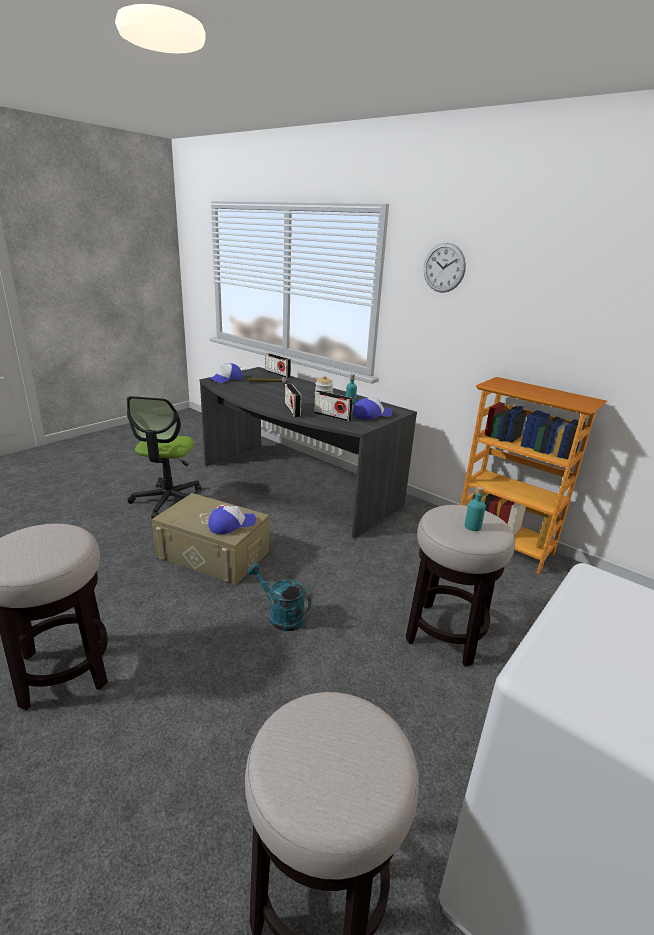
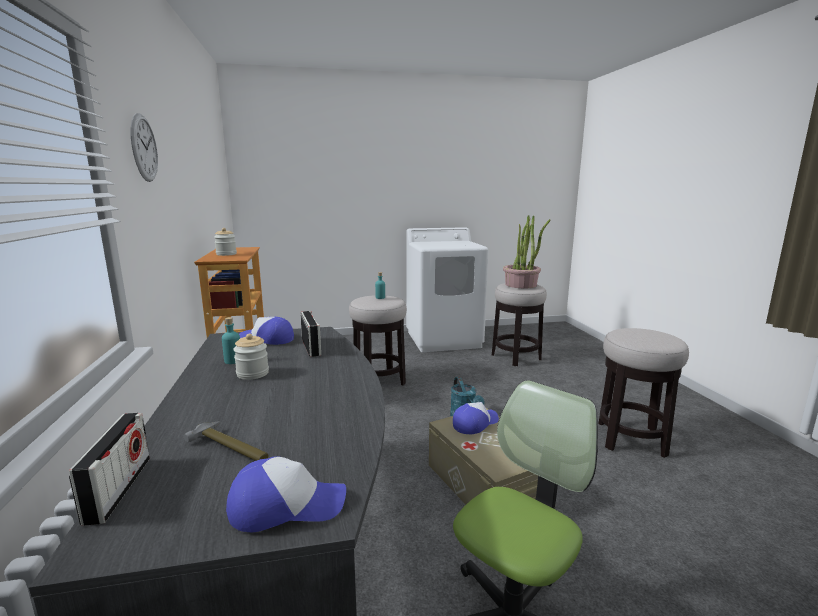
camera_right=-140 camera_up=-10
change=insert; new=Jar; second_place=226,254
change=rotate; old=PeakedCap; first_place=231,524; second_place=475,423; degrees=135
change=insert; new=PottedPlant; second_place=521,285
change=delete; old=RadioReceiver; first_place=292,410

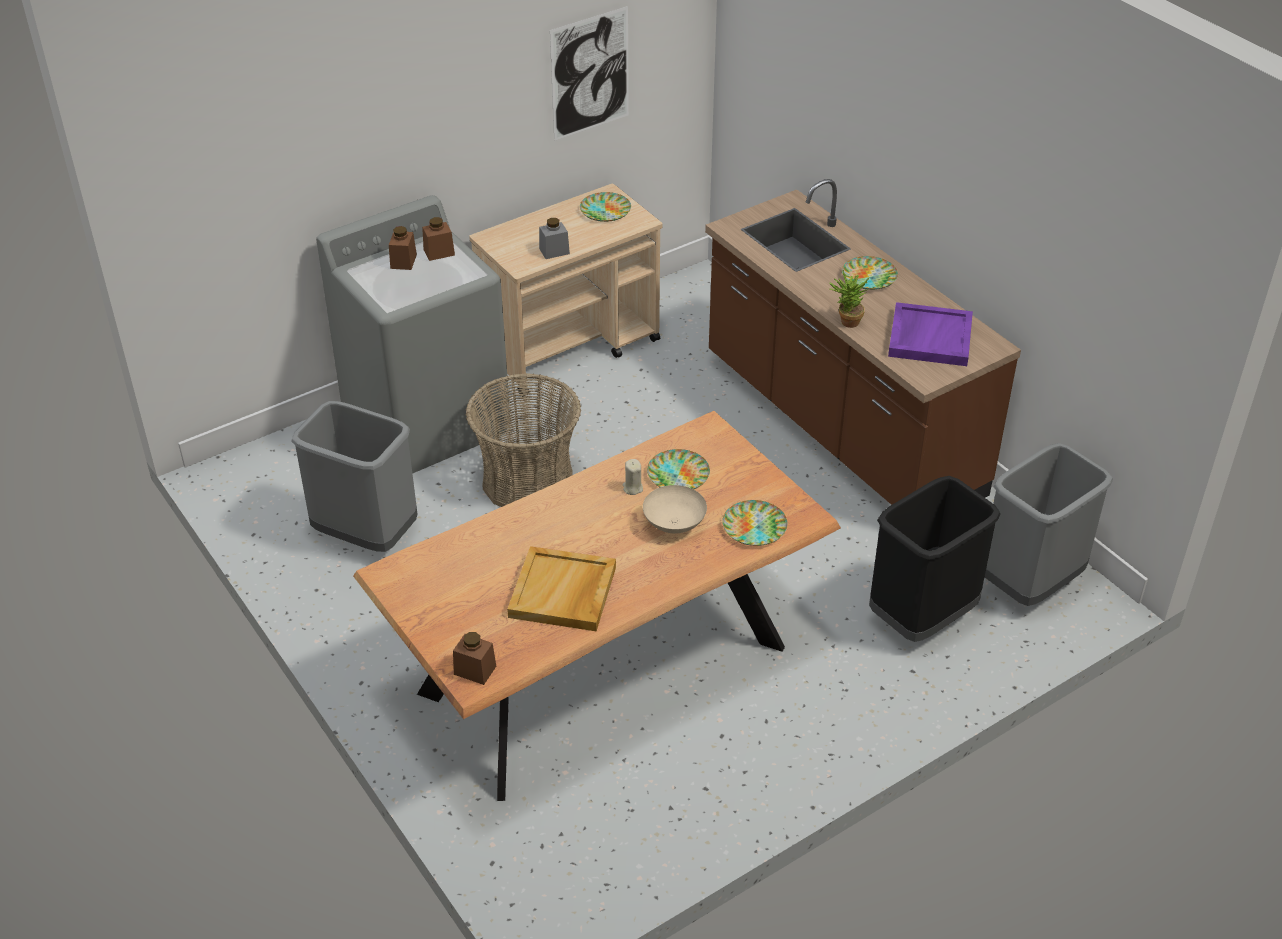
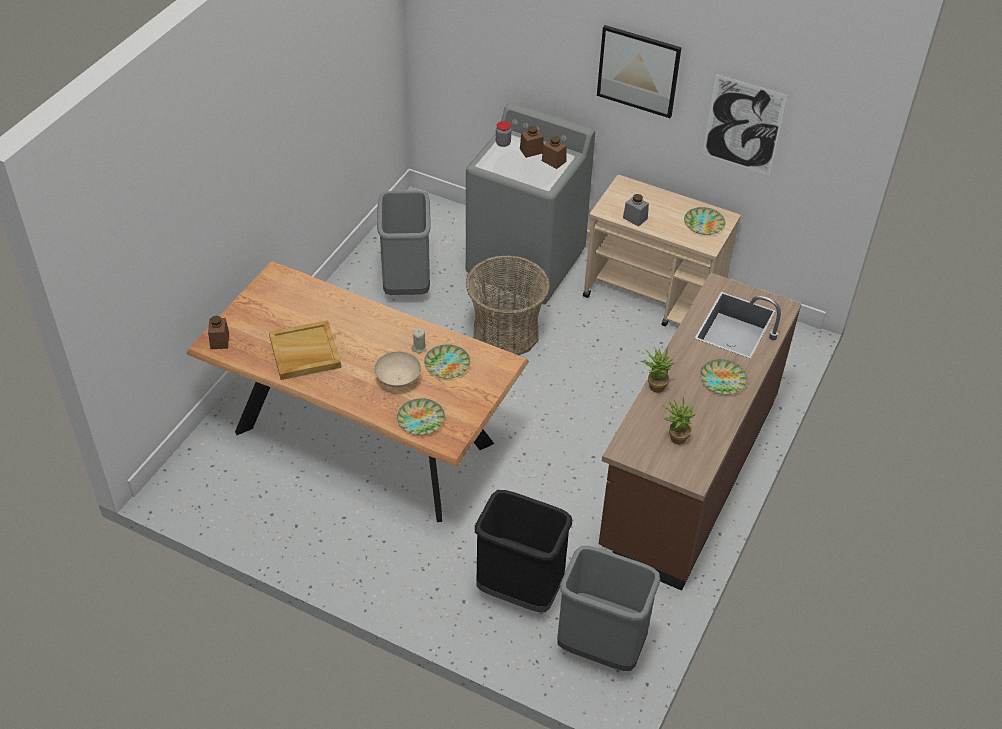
camera_right=60 camera_up=5
change=insert; new=Jar; second_place=503,143
change=insert; new=WallPicture; second_place=638,71
change=replace; old=PurpleColouredServingTray; new=PottedPlant; first_place=929,337; second_place=675,437

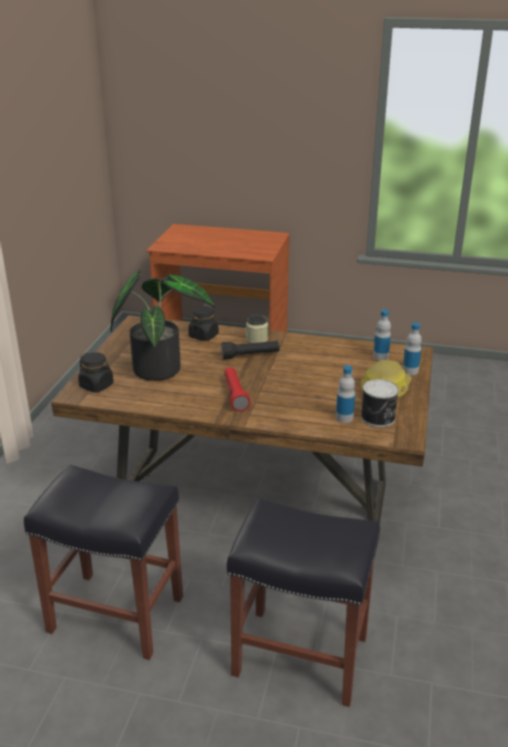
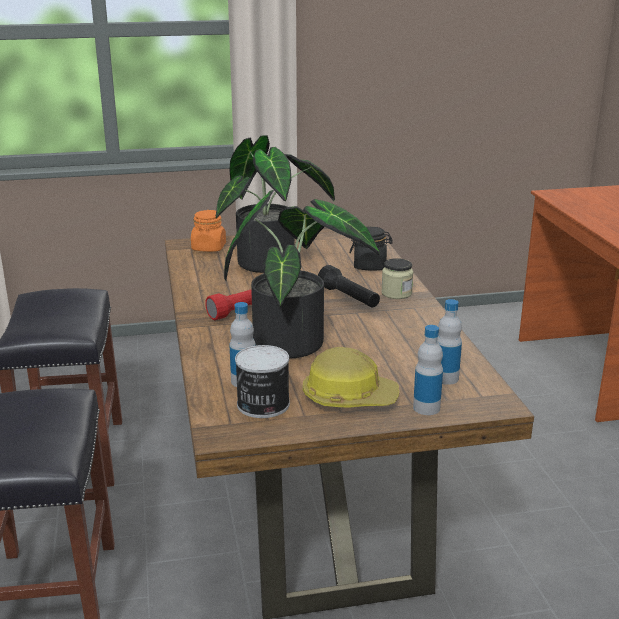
camera_right=65 camera_up=-5
change=recolor; old=BlackishJar; new=OrangeColouredJar; first_place=97,386; second_place=209,248
change=insert; new=PottedPlant; second_place=295,340

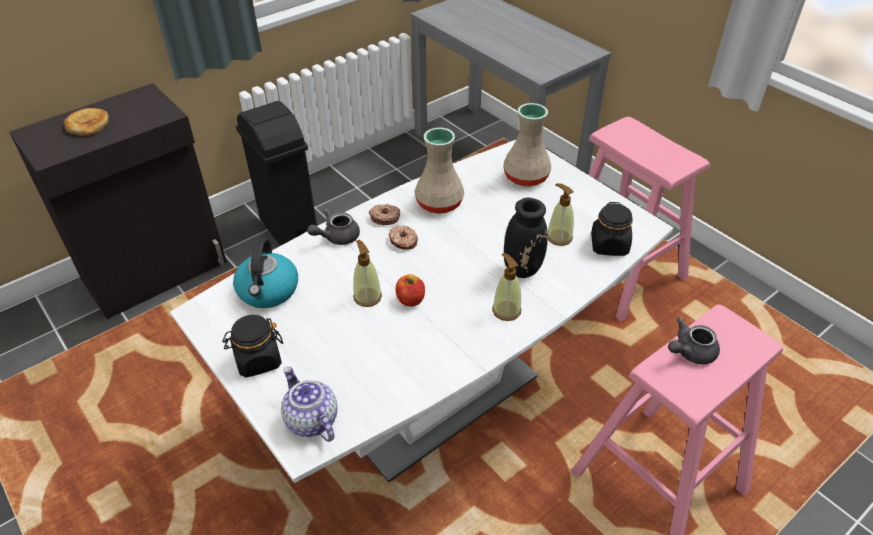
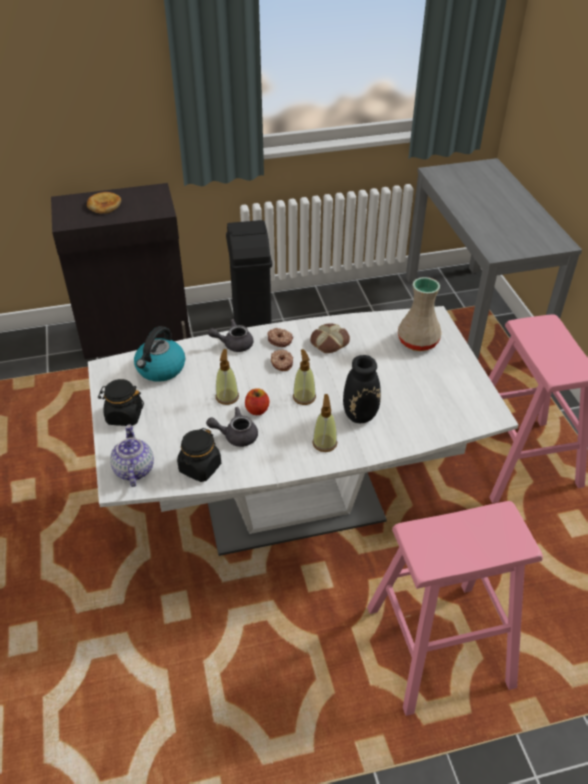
camera_right=25 camera_up=0
change=move; old=BlackishJar; first_place=609,245; second_place=200,468
change=move; old=GreyTeapot; first_place=690,352; second_place=236,436
change=move; old=SoapDispenser; first_place=559,237; second_place=304,397
change=replace; old=BeigeColouredVase; new=Bread; first_place=438,203; second_place=329,342

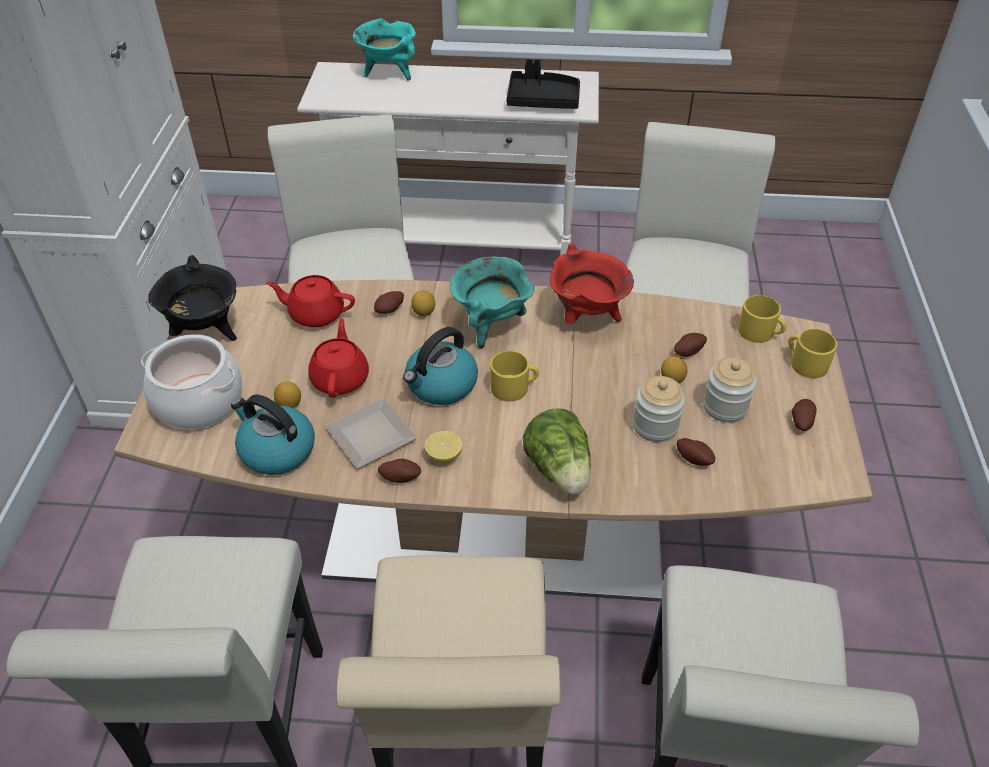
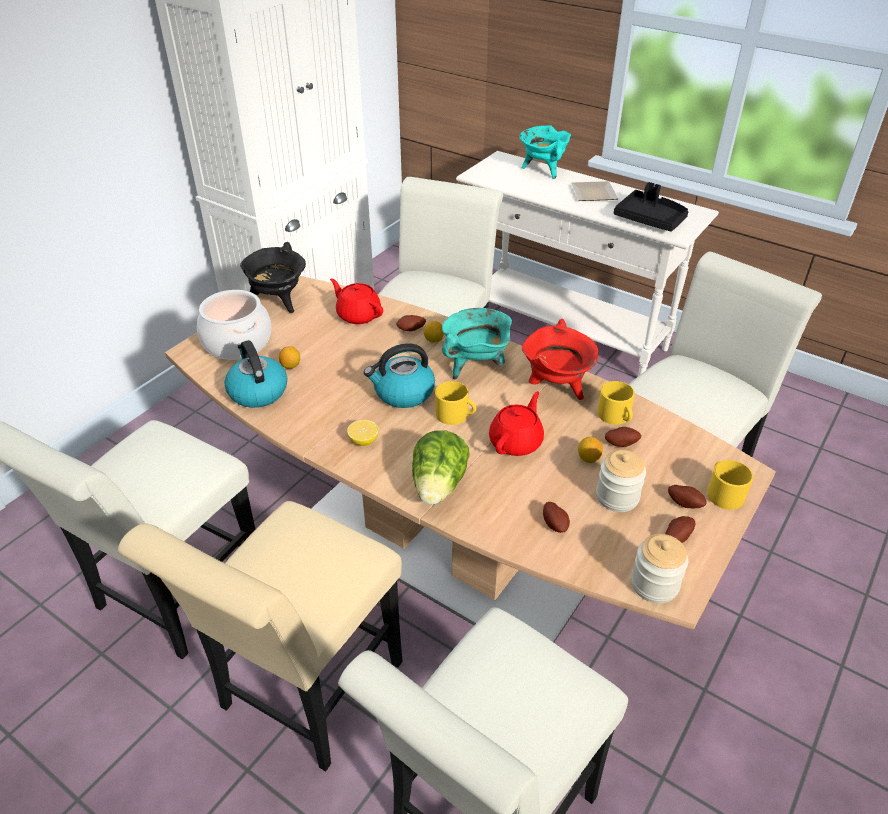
camera_right=30 camera_up=-5
change=move; old=RedTeapot; first_place=340,378; second_place=516,442
change=move; old=DinnerPlate; first_place=368,435; second_place=592,193
change=move; old=YellowCoffeeMug; first_place=760,332; second_place=616,416
change=move; old=Jar; first_place=655,425; second_place=654,584
change=move; old=Spud; first_place=400,477; second_place=685,503

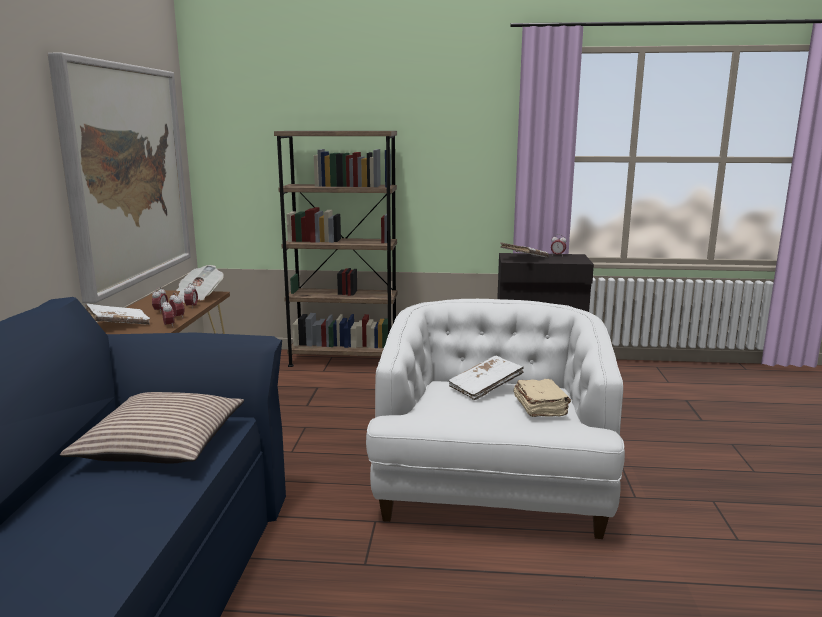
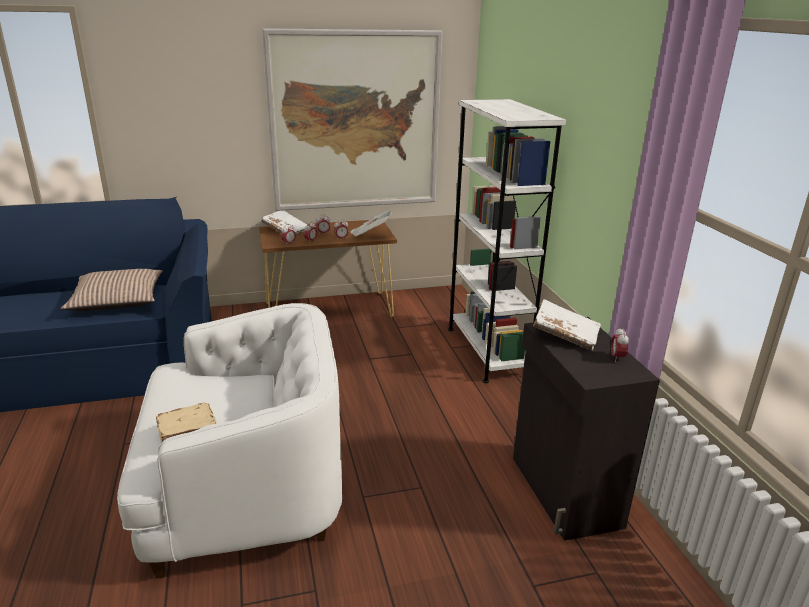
camera_right=70 camera_up=10
change=recolor; old=BrownBookshelf; new=WhitishBookshelf; first_place=343,360; second_place=487,351
change=delete; old=WhitishBook; first_place=485,388

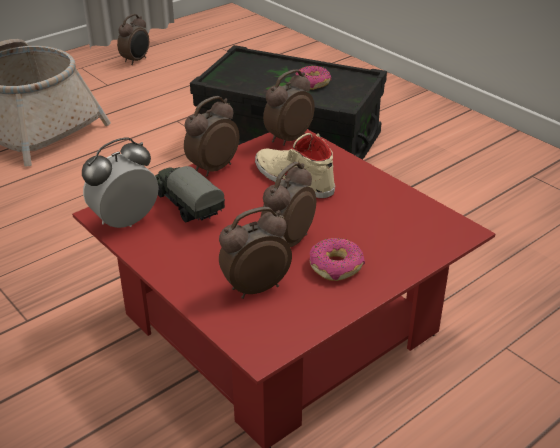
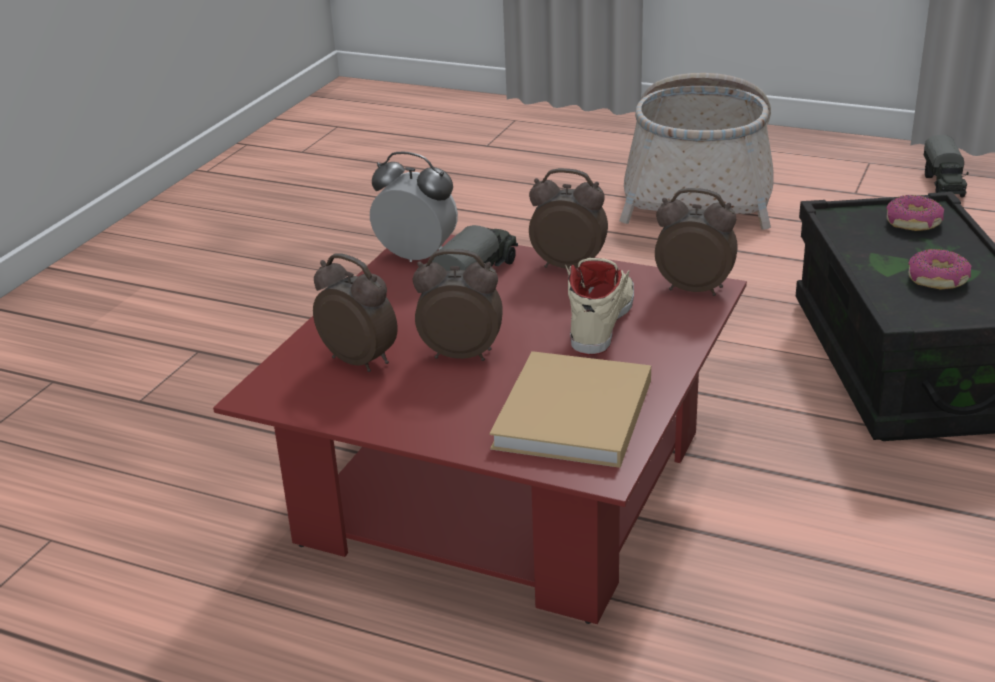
camera_right=65 camera_up=-5
change=insert; new=BeigeColouredBook; second_place=572,417
change=move; old=Doughnut; first_place=336,266; second_place=913,222
change=replace; old=BedsideClock; new=ModelTruck; first_place=136,60; second_place=943,185

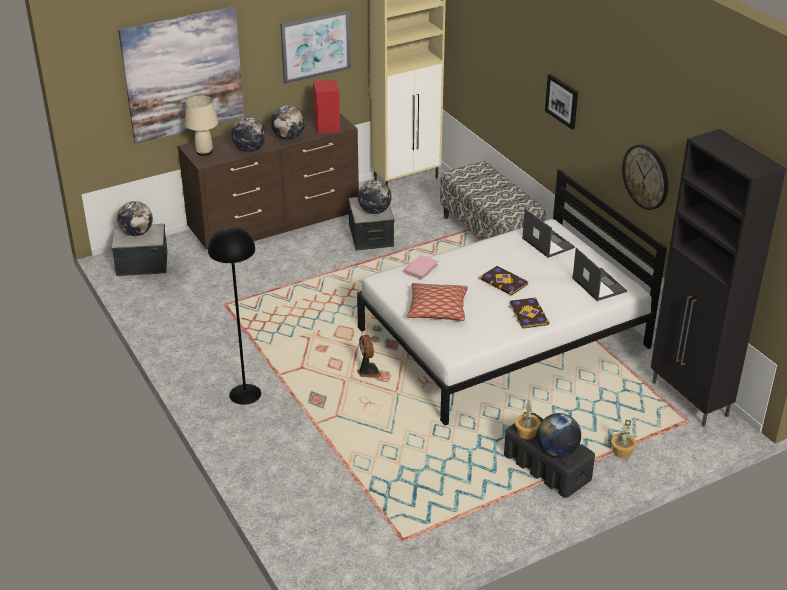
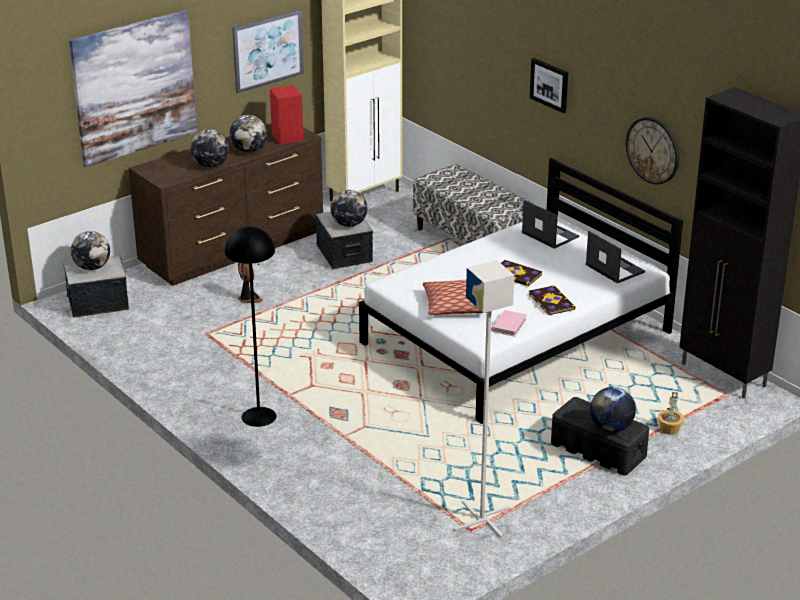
camera_right=-10 camera_up=-5
change=move; old=CoolingFan; first_place=368,372; second_place=249,298
change=insert; new=GreyStandardLamp; second_place=483,520
change=move; old=PinkBook; first_place=420,269; second_place=509,325
change=delete; old=BeigeColouredTabletopLamp; first_place=204,152
change=delete; old=PottedPlant; first_place=526,433

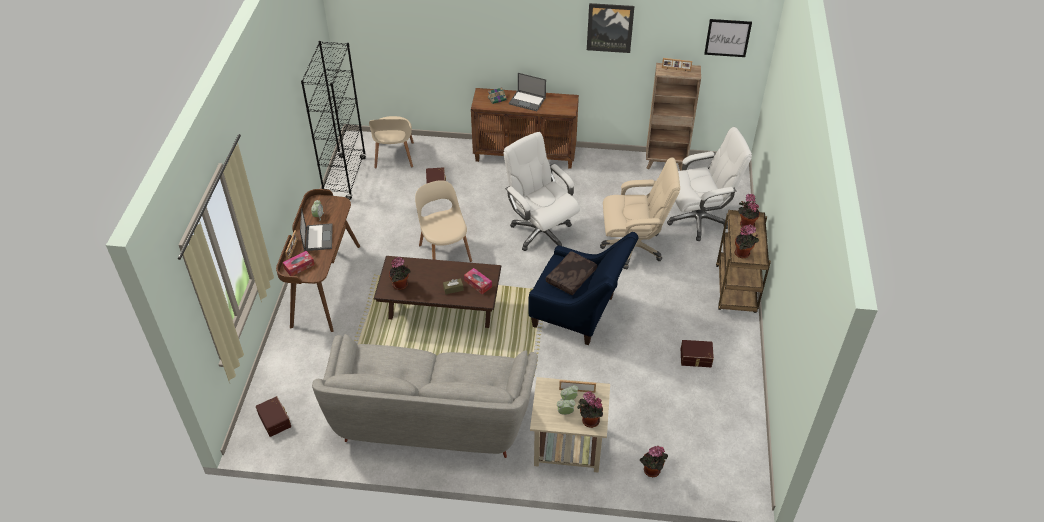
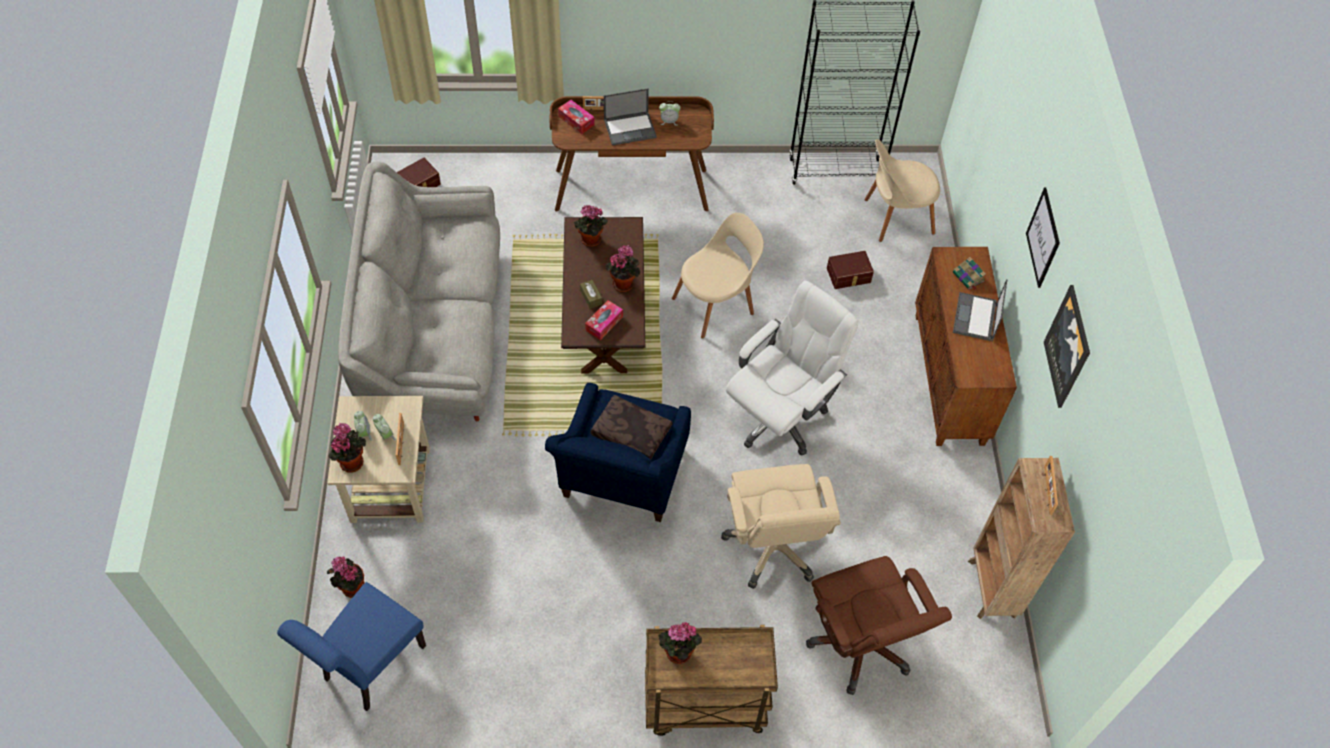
camera_right=80 camera_up=10
change=insert; new=BluishPlainChair; second_place=369,667
change=move; old=PottedPlant; first_place=745,224; second_place=624,283
change=recolor; old=WhitishComputerChair; new=BrownComputerChair; first_place=698,219; second_place=861,645
change=move; old=WallPicture; first_place=727,38; second_place=1043,238
change=delete; old=BrownStorageBox; first_place=696,358

